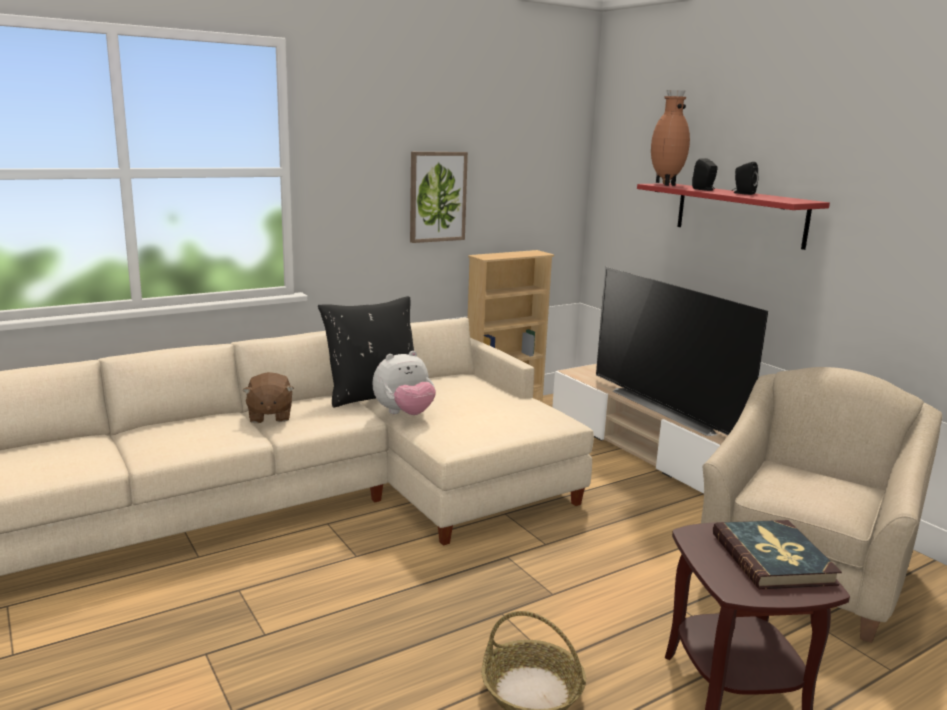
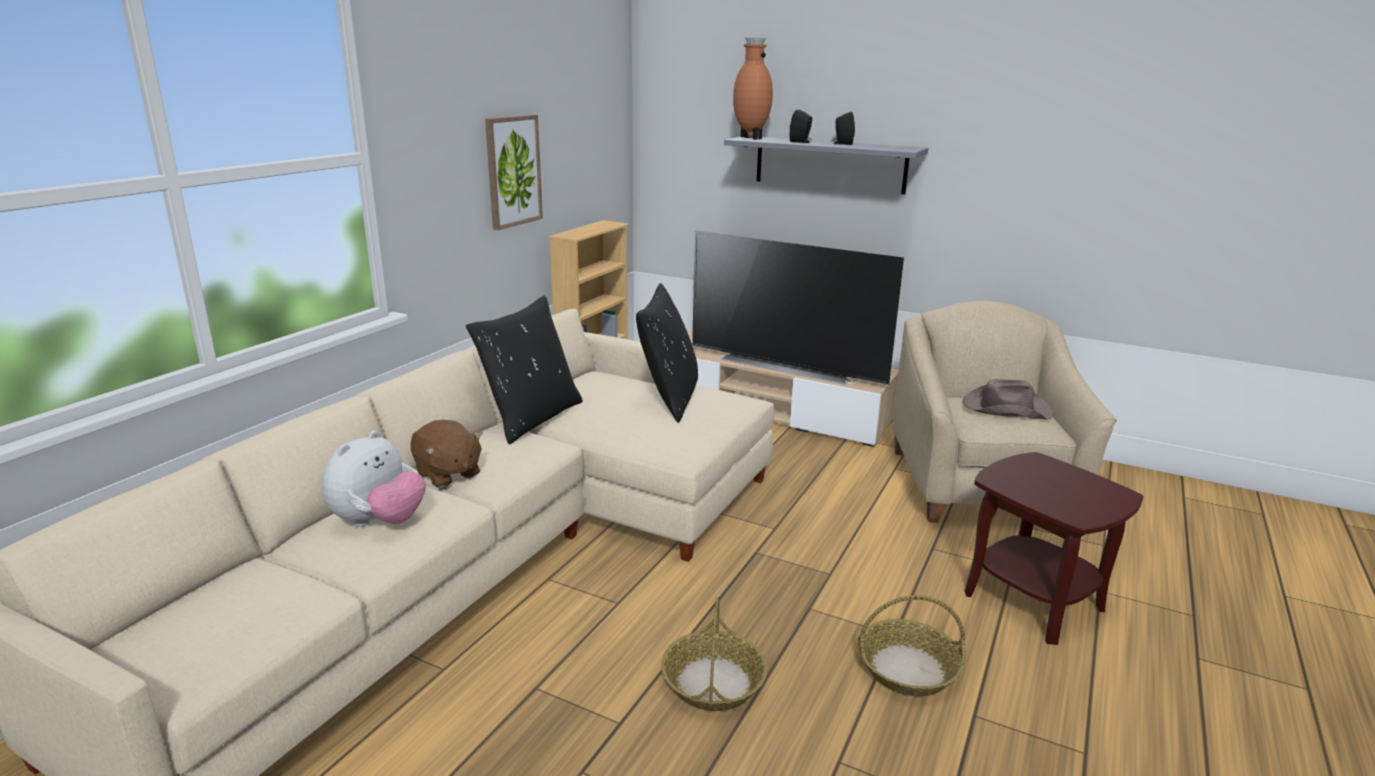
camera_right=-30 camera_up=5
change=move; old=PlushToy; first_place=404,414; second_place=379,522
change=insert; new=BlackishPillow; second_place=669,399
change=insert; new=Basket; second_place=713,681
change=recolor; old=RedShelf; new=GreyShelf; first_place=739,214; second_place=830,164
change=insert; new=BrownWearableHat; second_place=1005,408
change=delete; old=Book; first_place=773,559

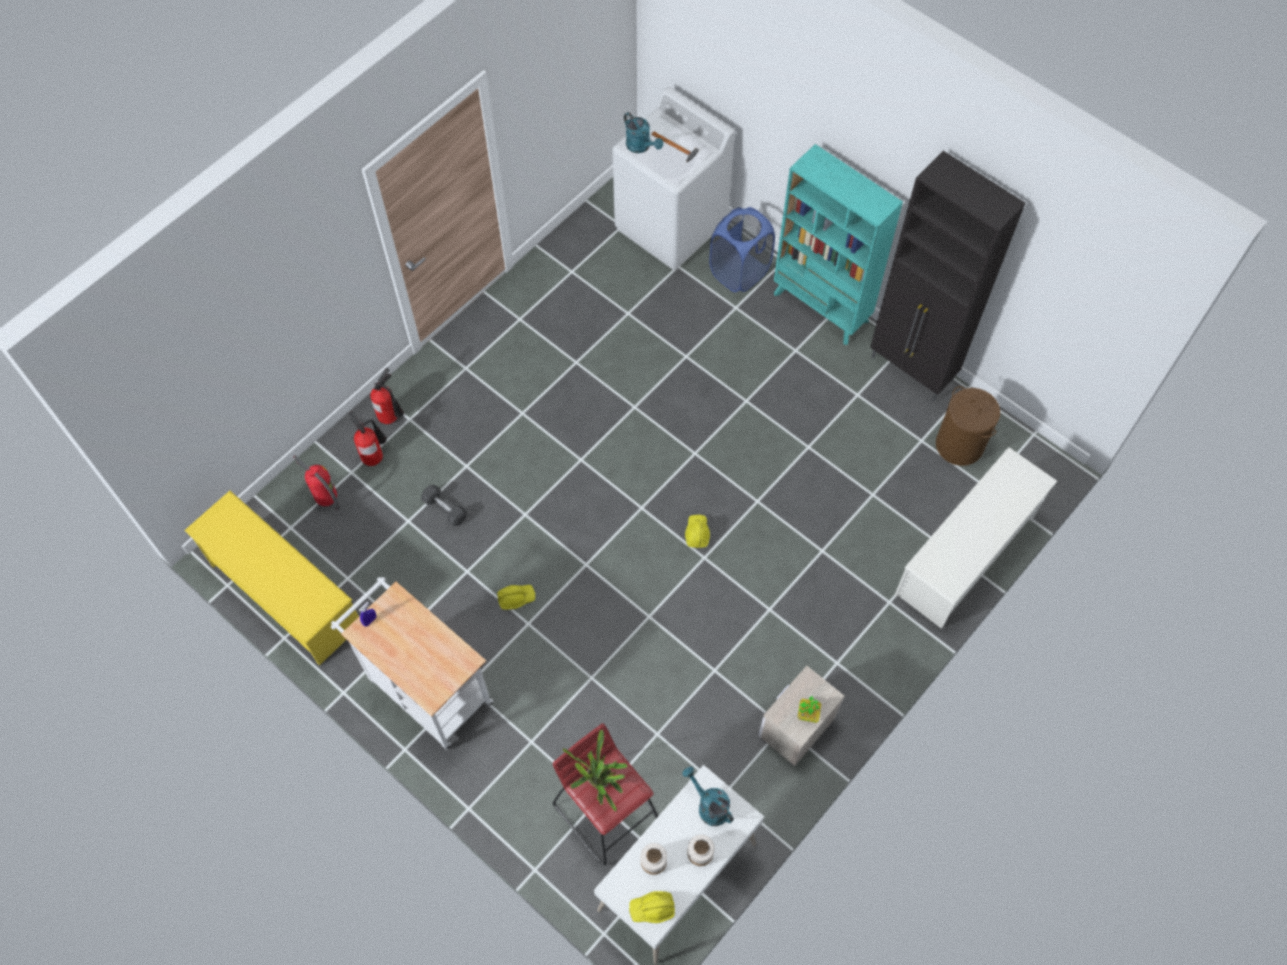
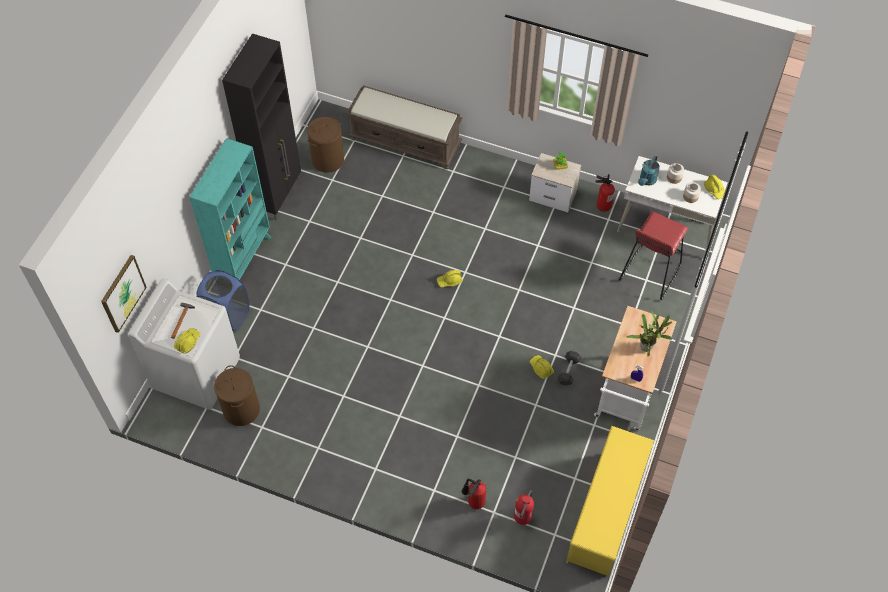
camera_right=-110 camera_up=-5
change=insert; new=WallPicture; second_place=122,293
change=replace; old=TurquoiseSprinklingCan; new=YellowHardHat; first_place=641,146; second_place=187,342
change=insert; new=BrownWashingBasket; second_place=241,409
change=replace; old=WhitishShoeRack; new=BrownIndoorBench; first_place=965,556; second_place=406,142
change=move; old=GreyHandWeight; first_place=445,509; second_place=568,371
change=move; old=FireFightingCylinder; first_place=392,417; second_place=603,205
change=move; old=PottedPlant; first_place=599,784; second_place=647,346

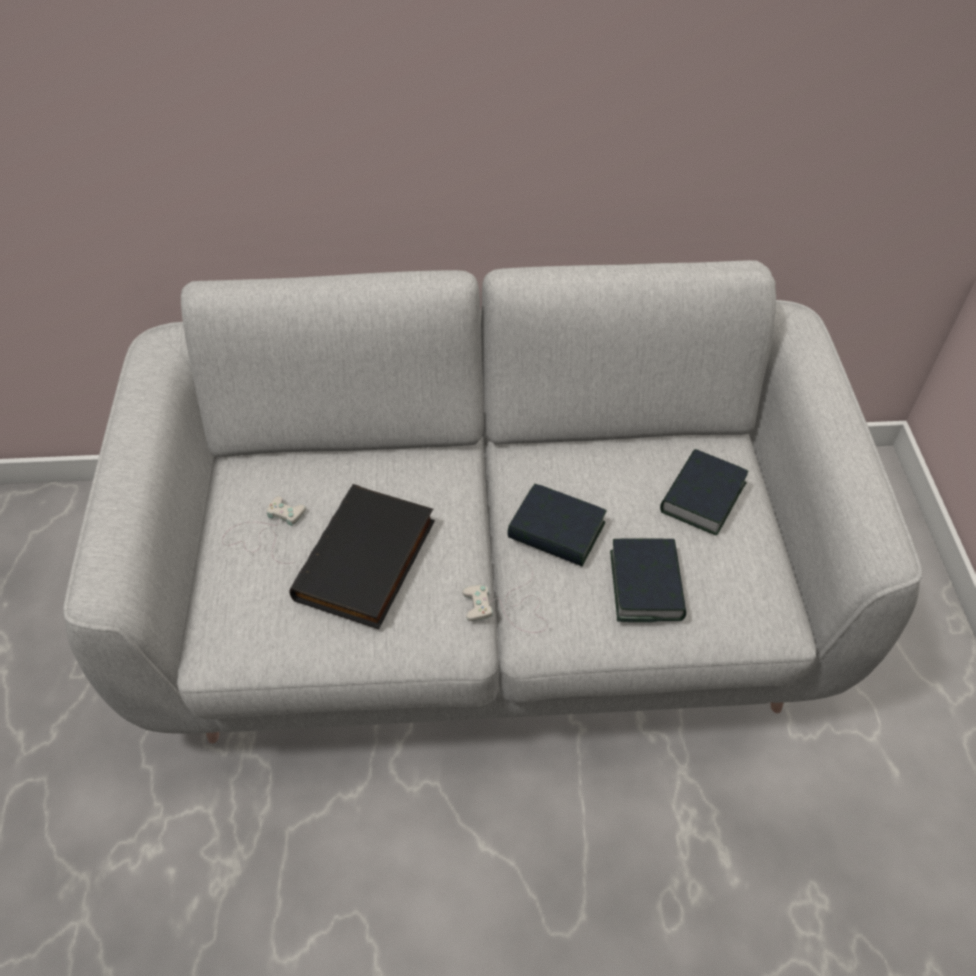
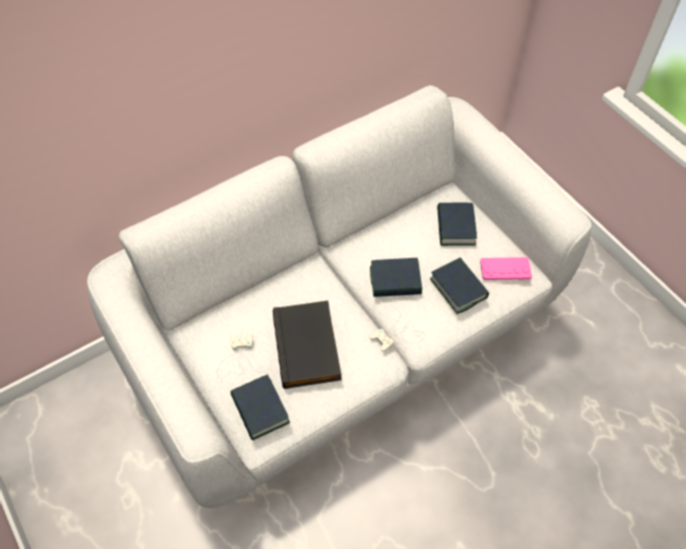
camera_right=-30 camera_up=5
change=insert; new=Book; second_place=260,410
change=insert; new=PinkGameController; second_place=505,269

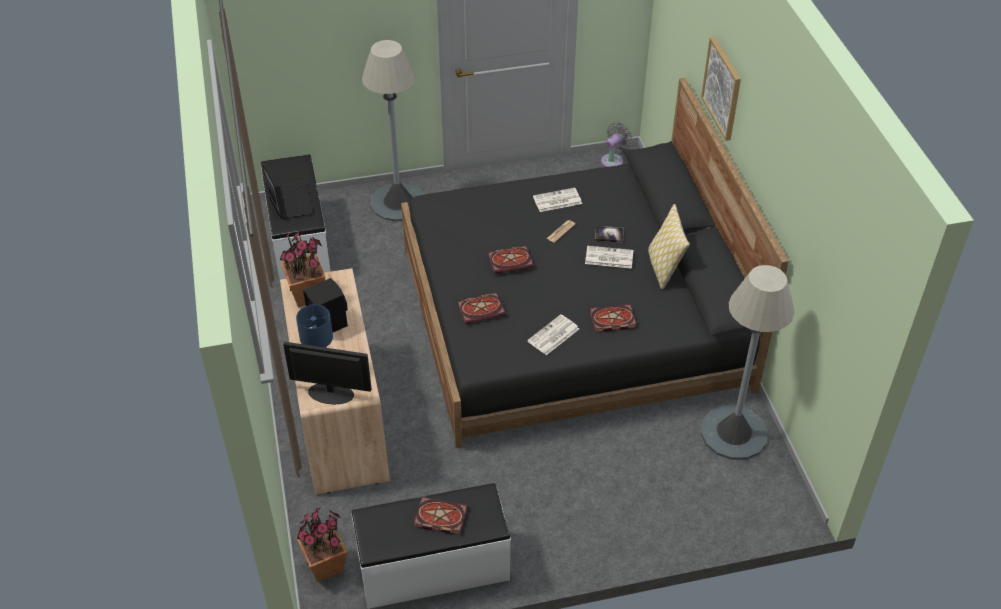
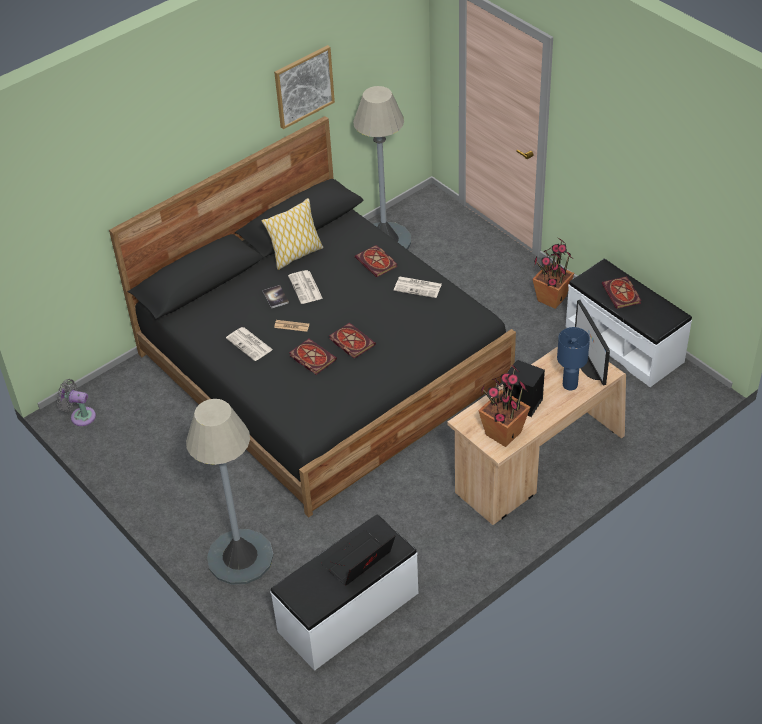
camera_right=-115 camera_up=0
change=move; old=WallPicture; first_place=722,88; second_place=303,86
change=move; old=Book; first_place=482,309; second_place=311,357
change=move; old=PottedPlant; first_place=325,566; second_place=551,298

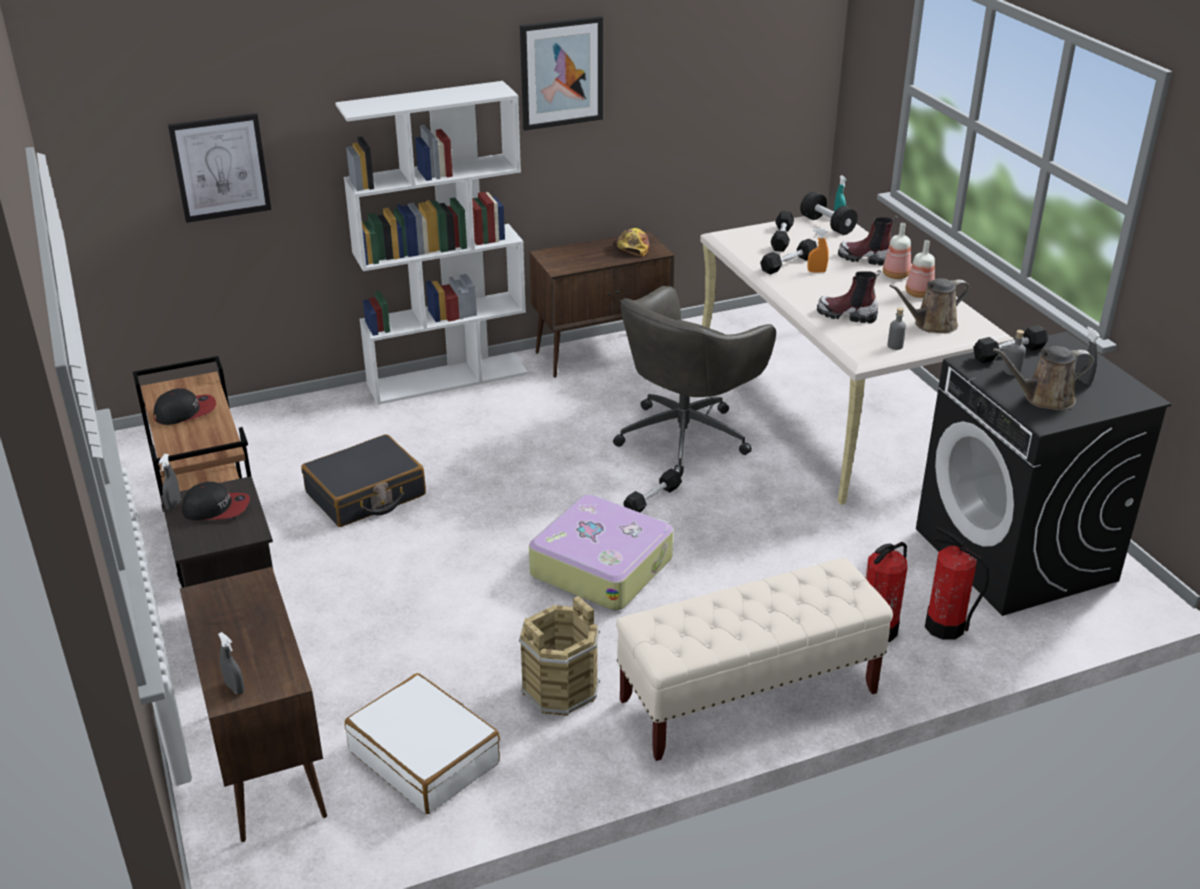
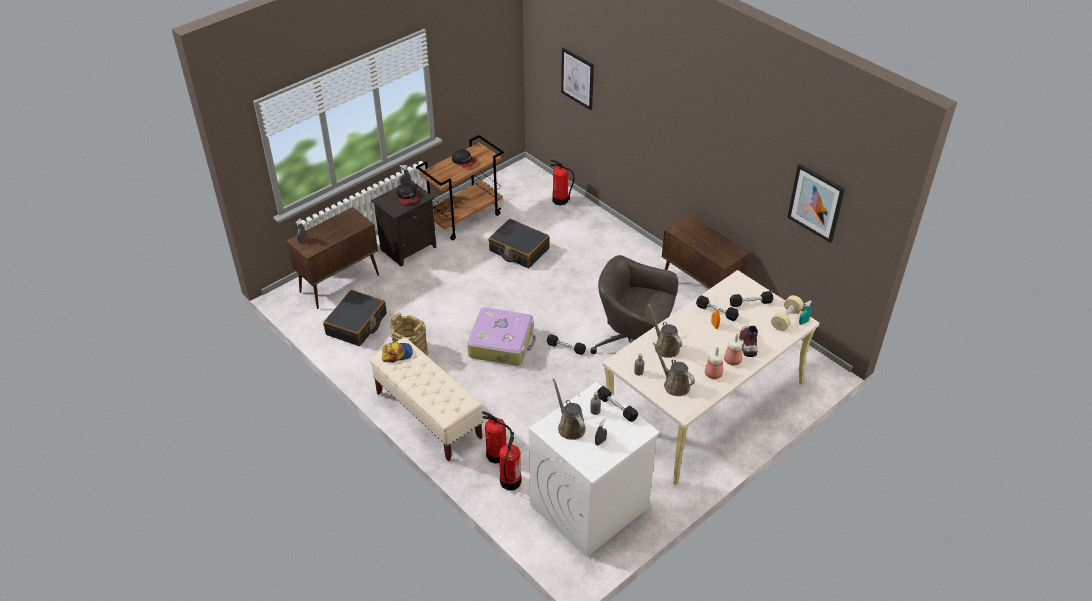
camera_right=70 camera_up=10
change=recolor; old=WhitishSuitcase; new=BlackishSuitcase; first_place=425,757; second_place=357,324
change=move; old=PeakedCap; first_place=633,246; second_place=397,354
change=recolor; old=BlackishLaundryMachine; new=WhitishLaundryMachine; first_place=1016,555; second_place=589,507
change=insert; new=FireFightingCylinder; second_place=560,200
change=replace; old=TallBoot; new=BrownSprinklingCan; first_place=846,315; second_place=665,346
change=recolor; old=BlackishHandWeight; new=BeigeColouredHandWeight; first_place=827,225; second_place=786,319
change=move; old=WallPicture; first_place=561,72; second_place=816,202
change=delete; old=WhitishBookshelf; first_place=448,378

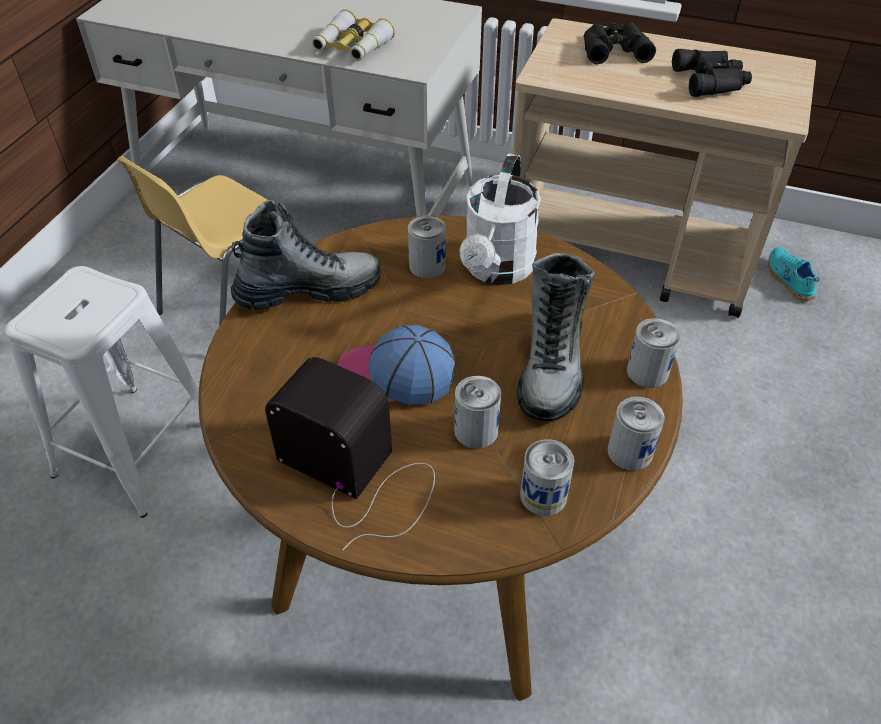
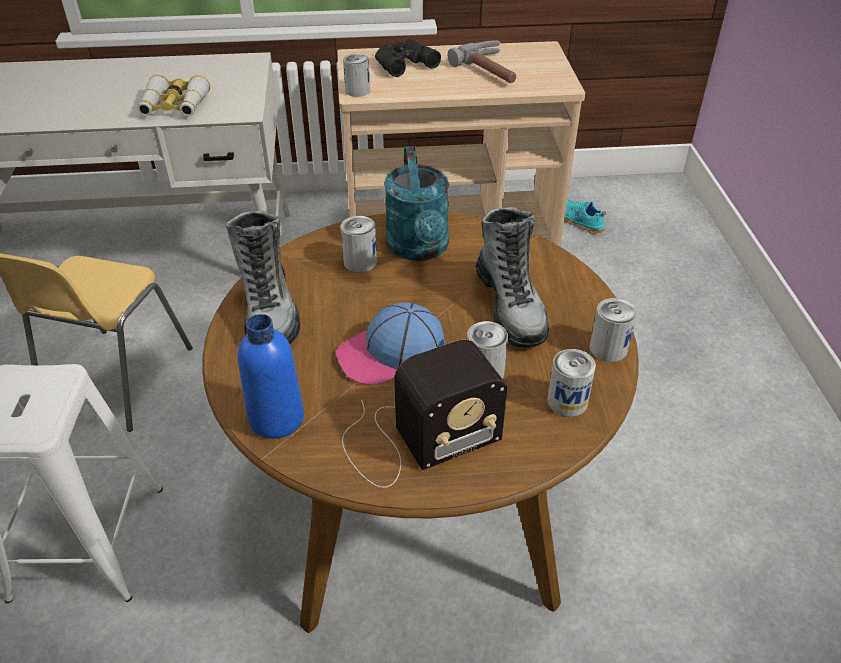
camera_right=-25 camera_up=-5
change=rotate; old=TallBoot; first_place=309,290; second_place=269,310; degrees=120
change=insert; new=BluishDrinkBottle; second_place=276,418
change=rotate; old=RadioReceiver; first_place=360,476; second_place=415,439; degrees=150
change=move; old=Can; first_place=647,372; second_place=357,91
change=recolor; old=WhitishSprinklingCan; new=TurquoiseSprinklingCan; first_place=497,270; second_place=420,249
change=replace; old=BlackishFieldGlasses; new=HandHammer; first_place=712,80; second_place=493,70

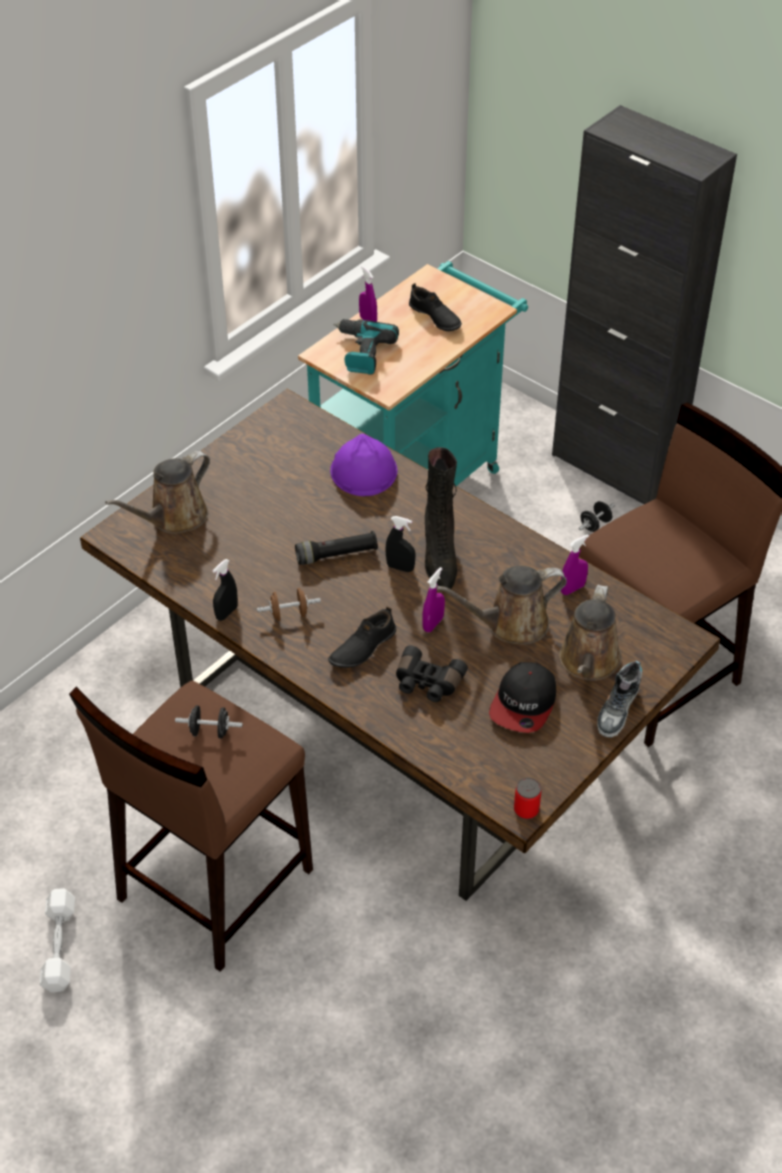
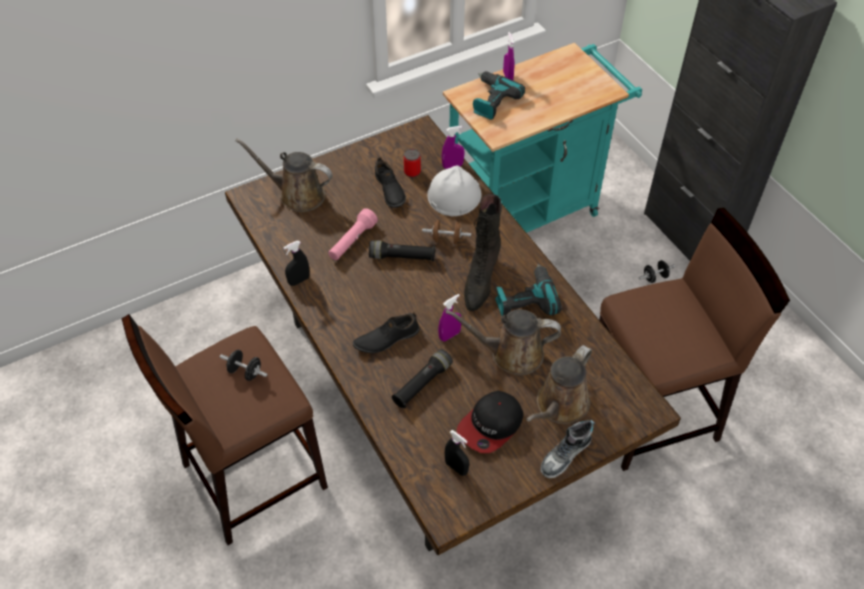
camera_right=20 camera_up=5
change=rotate; old=BrownSprinklingCan; first_place=174,518; second_place=297,194; degrees=45
change=insert; new=PinkHandTorch; second_place=352,241
change=move; old=BlackishShoe; first_place=435,317; second_place=389,190
change=replace; old=BlackishFieldGlasses; new=BlackishHandTorch; first_place=427,683; second_place=422,384
change=move; old=Can; first_place=526,810; second_place=412,172
change=move; old=BrownHandWeight; first_place=289,614; second_place=446,239
change=recolor; old=PurpleColouredHardHat; new=WhitishHardHat; first_place=363,471; second_place=454,195
change=move; old=PurpleColouredSprayer; first_place=572,589; second_place=452,166
change=move; old=BlackishSprayer; first_place=400,567; second_place=456,467
change=insert; new=ElectricDrill; second_place=525,298
change=delete; old=WhitishHandWeight; first_place=59,947

